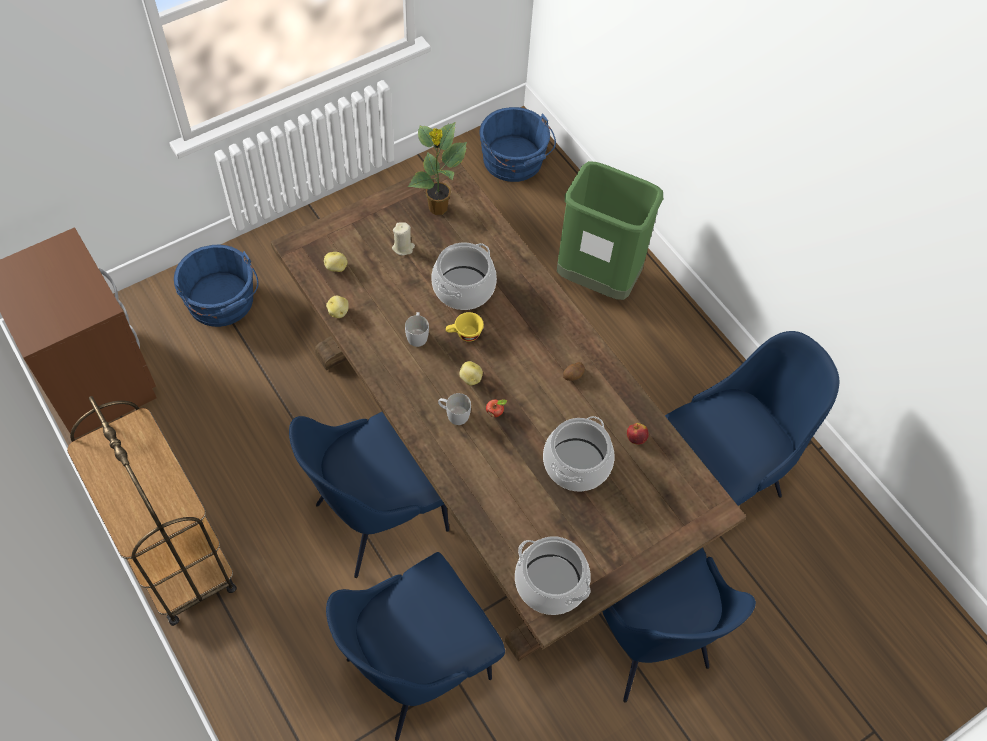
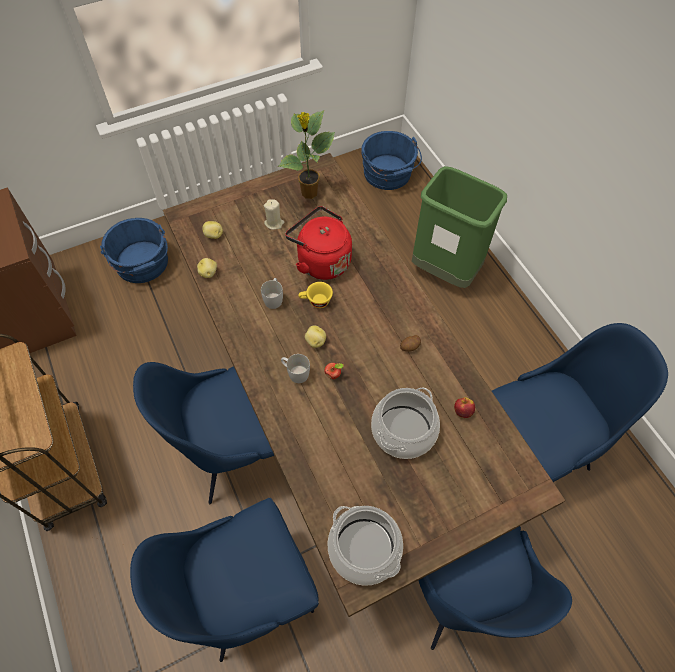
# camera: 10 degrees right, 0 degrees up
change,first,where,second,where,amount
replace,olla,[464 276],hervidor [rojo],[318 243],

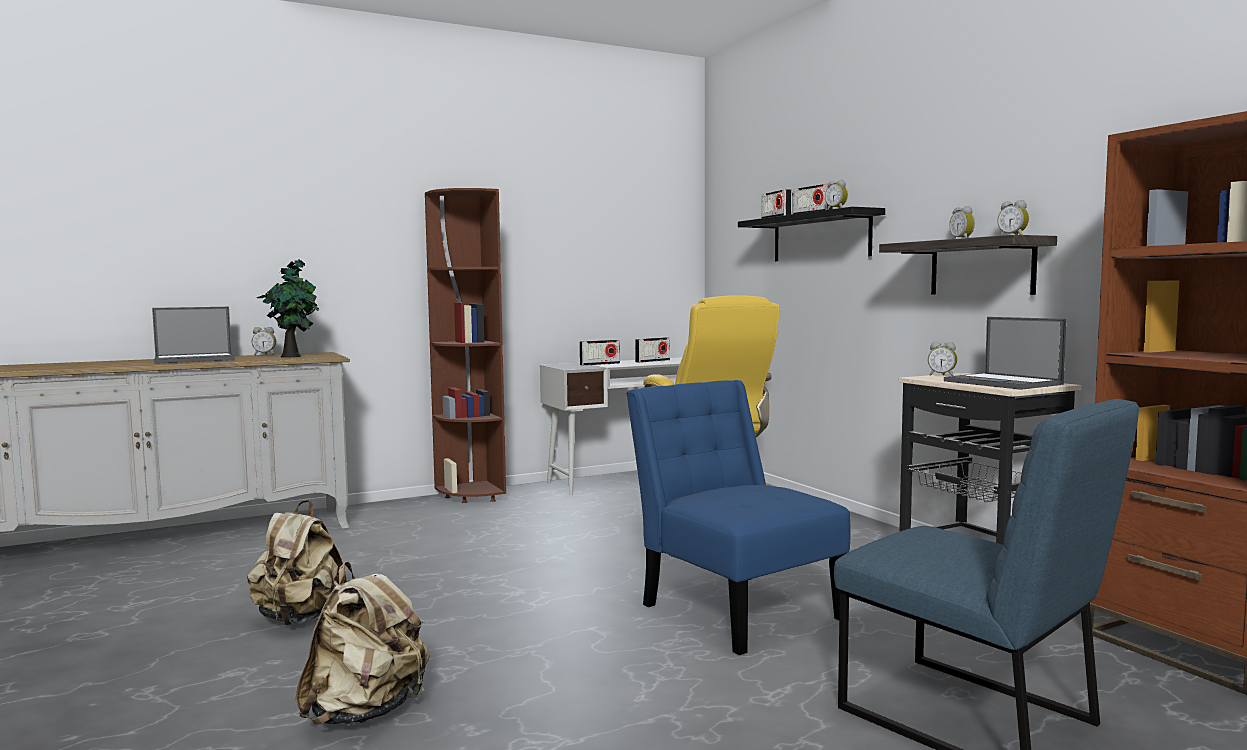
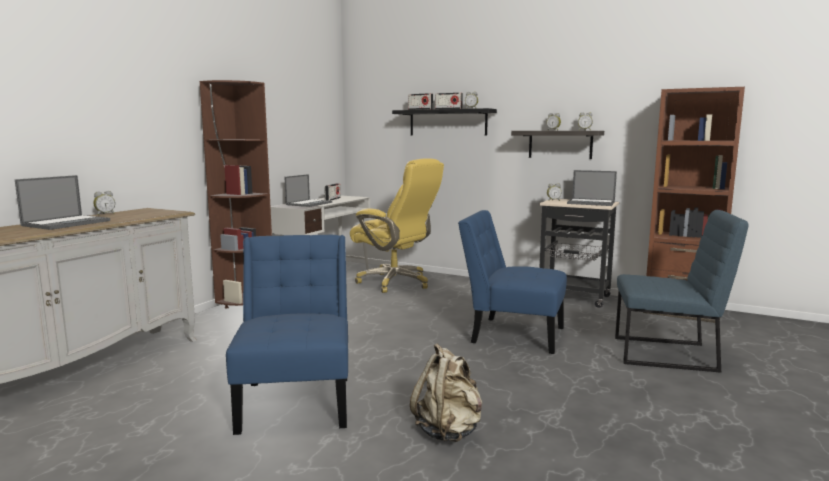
# camera: 35 degrees left, 5 degrees up
change,first,where,second,where,amount
replace,mochila [beis],[297 562],silla [azul],[287 335],
delete,planta en maceta,[288 308],,,
replace,radio,[599 353],portátil,[308 190],

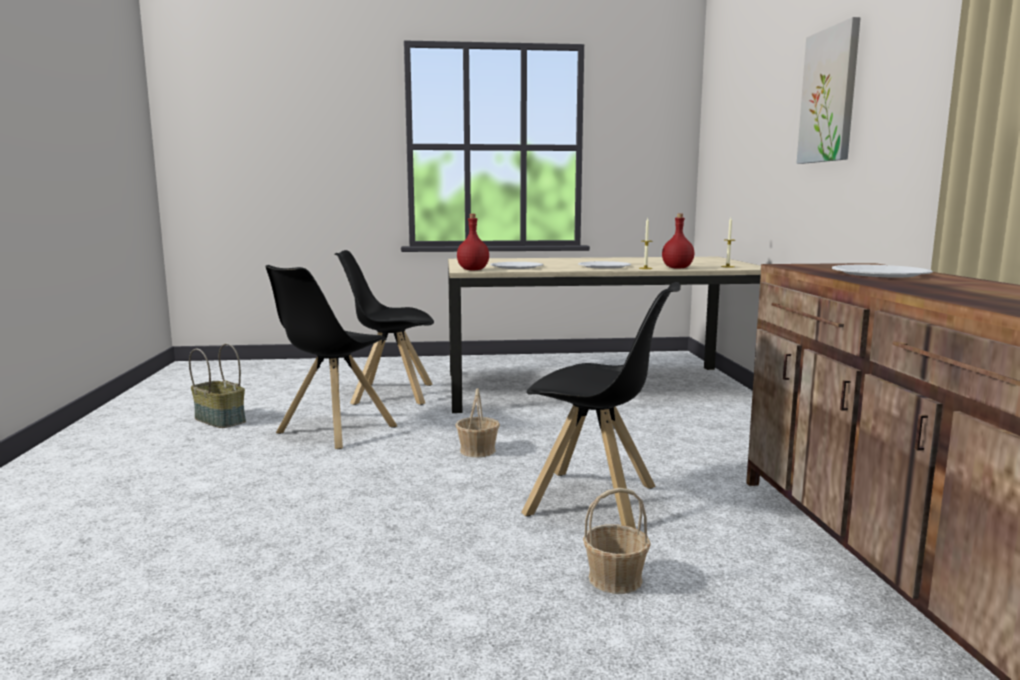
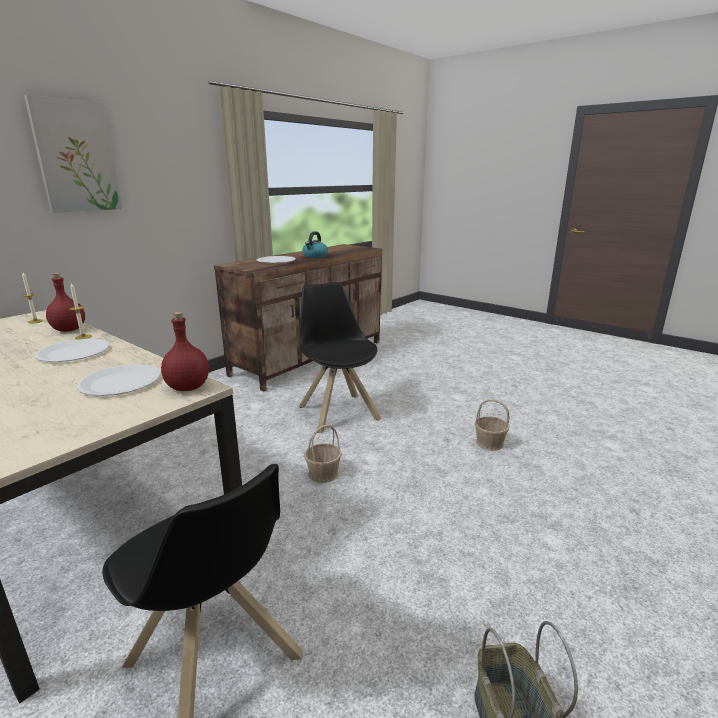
# camera: 135 degrees left, 10 degrees up
change,first,where,second,where,amount
delete,silla [negro],[331 357],,,
move,cesta,[617 541],,[492 425],
insert,,,hervidor,[315 244],

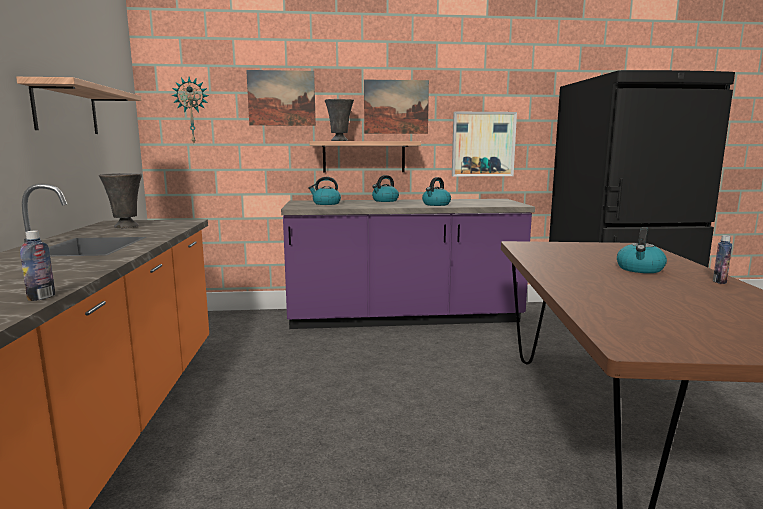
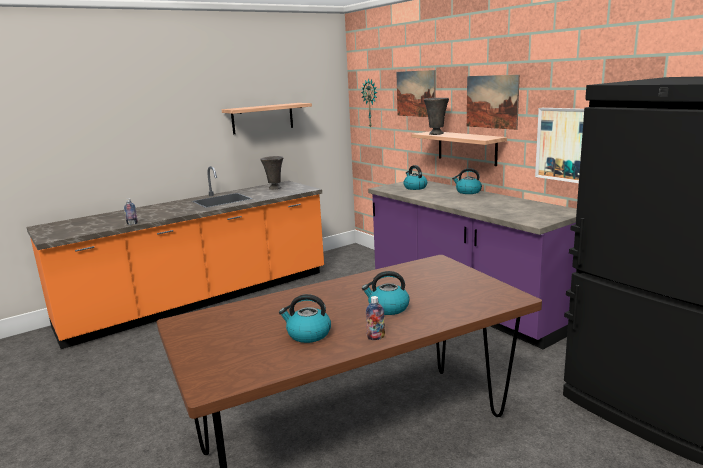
# camera: 60 degrees right, 5 degrees up
change,first,where,second,where,amount
move,hervidor,[436 191],,[305 318],

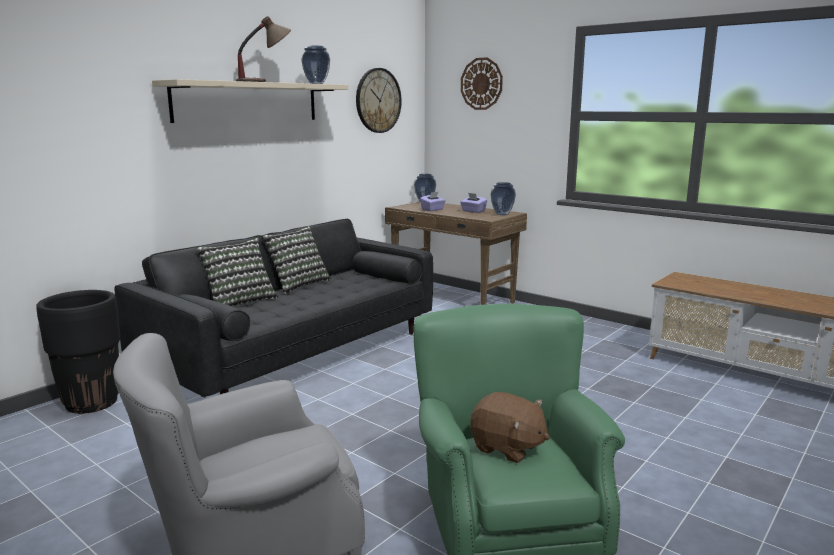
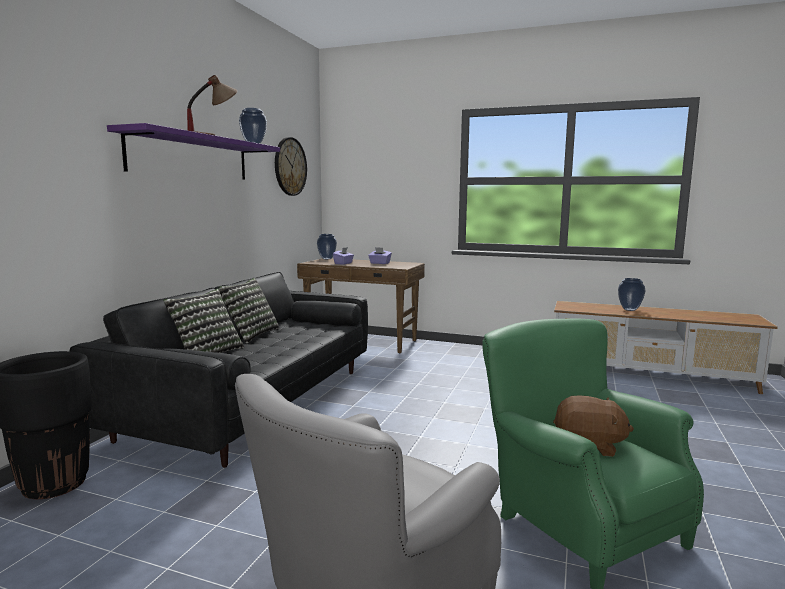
# camera: 20 degrees left, 5 degrees down
change,first,where,second,where,amount
recolor,estante [beis],[250 101],estante [morado],[193 151],
delete,reloj de pared,[482 83],,,
move,florero,[503 198],,[631 294],

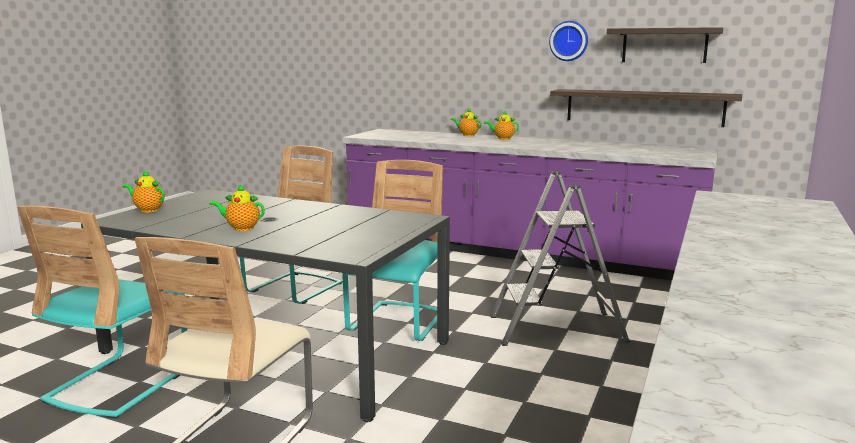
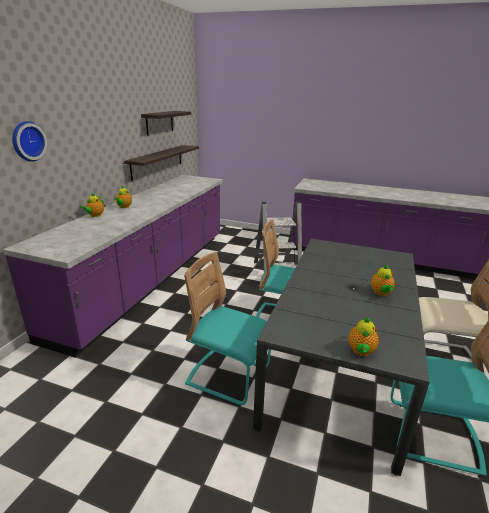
# camera: 95 degrees left, 10 degrees up
change,first,where,second,where,amount
move,reloj de pared,[568 41],,[29 141],

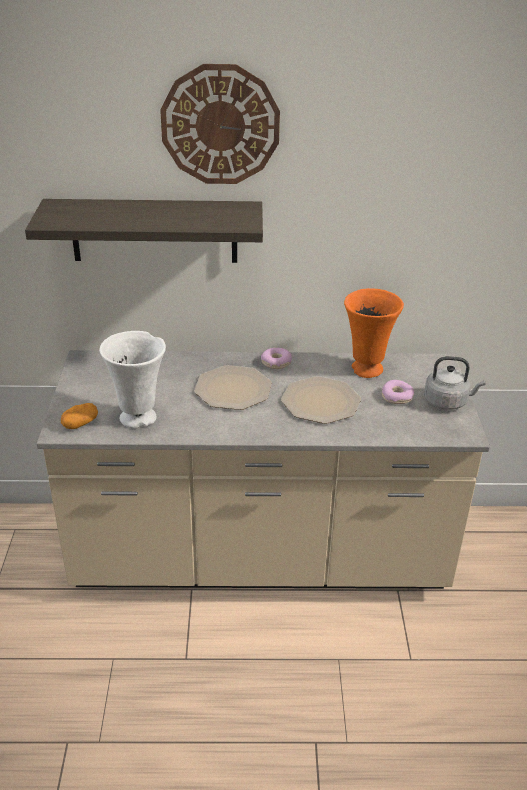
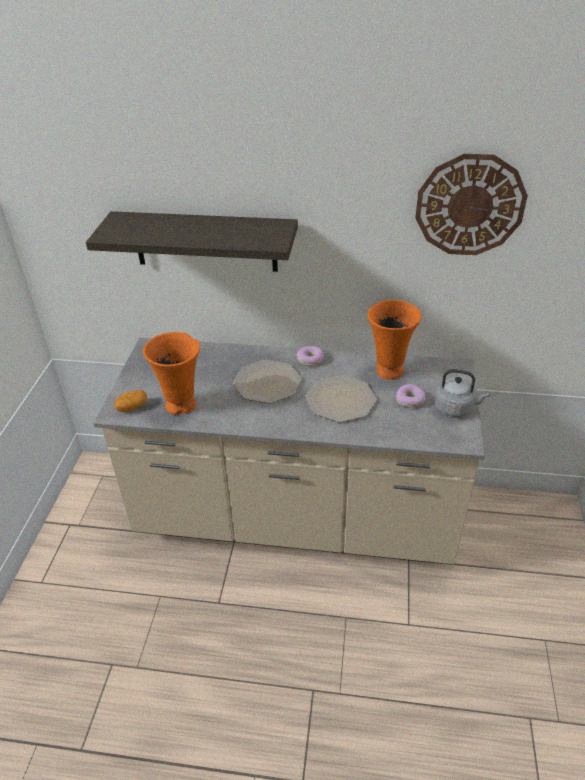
# camera: 10 degrees right, 5 degrees up
change,first,where,second,where,amount
recolor,florero [blanco],[132 379],florero [naranja],[171 373],
move,reloj de pared,[220 124],,[471 204],

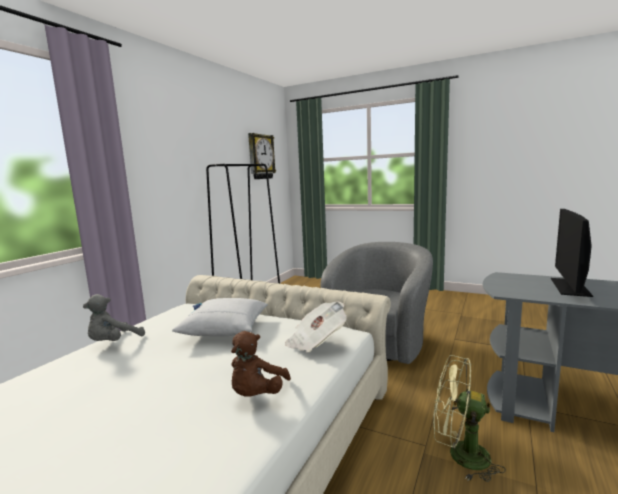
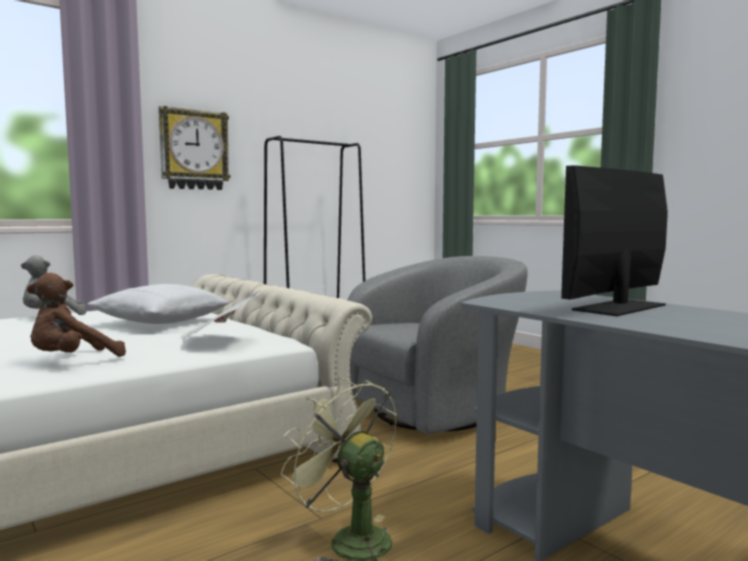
# camera: 25 degrees right, 5 degrees down
change,first,where,second,where,amount
move,reloj de pared,[262 156],,[195 148],

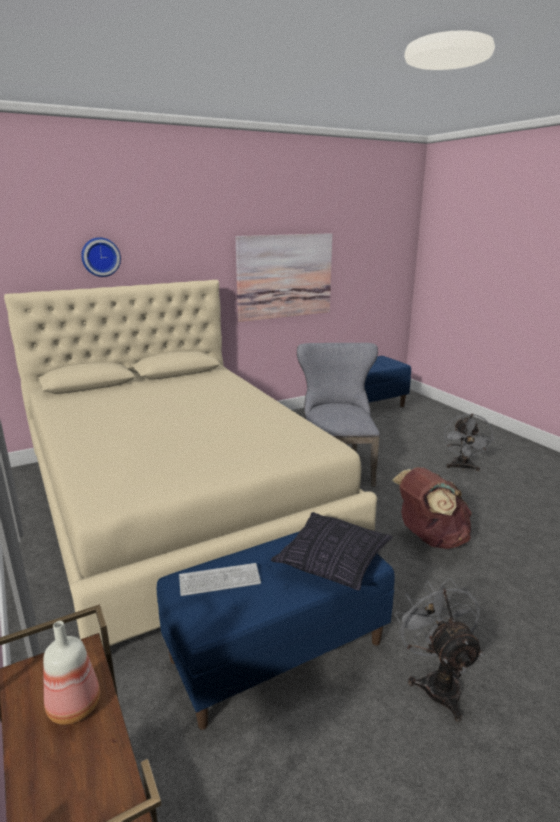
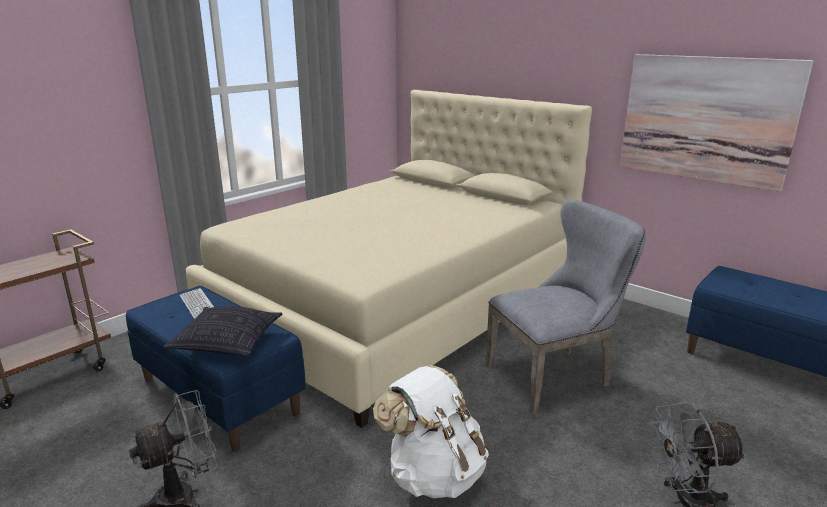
# camera: 70 degrees right, 0 degrees up
change,first,where,second,where,amount
delete,botella,[71 673],,,
delete,reloj de pared,[101 257],,,
recolor,mochila [marrón],[432 508],mochila [blanco],[431 431],

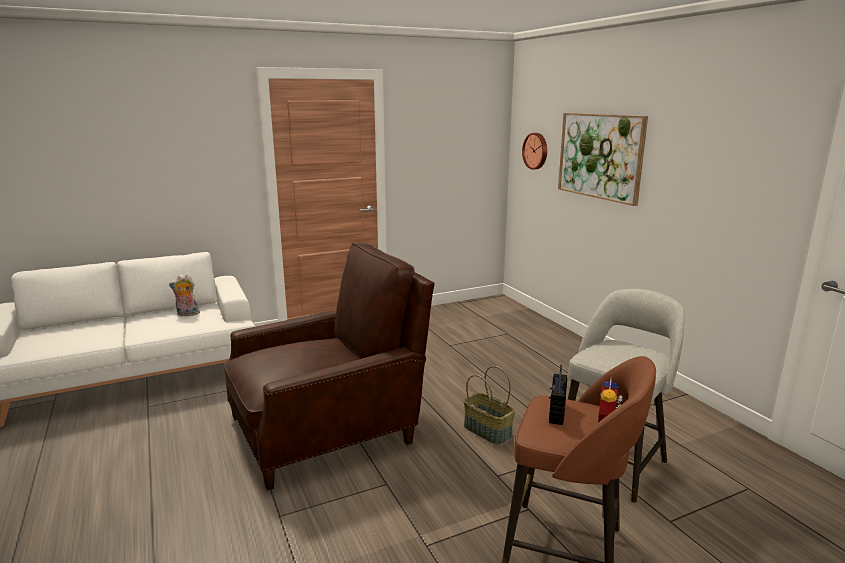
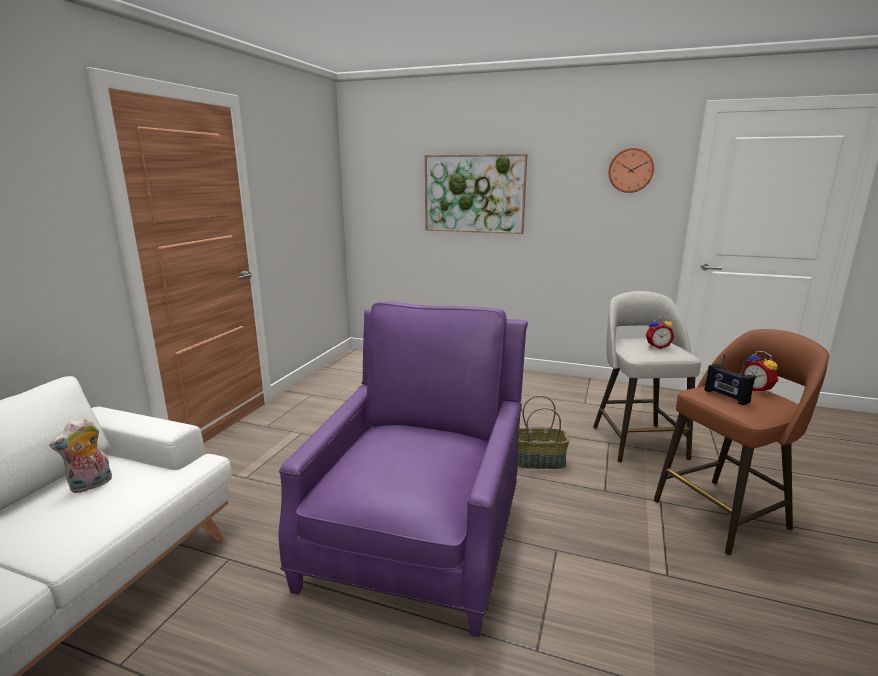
# camera: 45 degrees left, 0 degrees up
change,first,where,second,where,amount
recolor,sillón [marrón],[329 367],sillón [morado],[403 469],
move,reloj de pared,[534 151],,[631 170],
insert,,,despertador,[660 332],

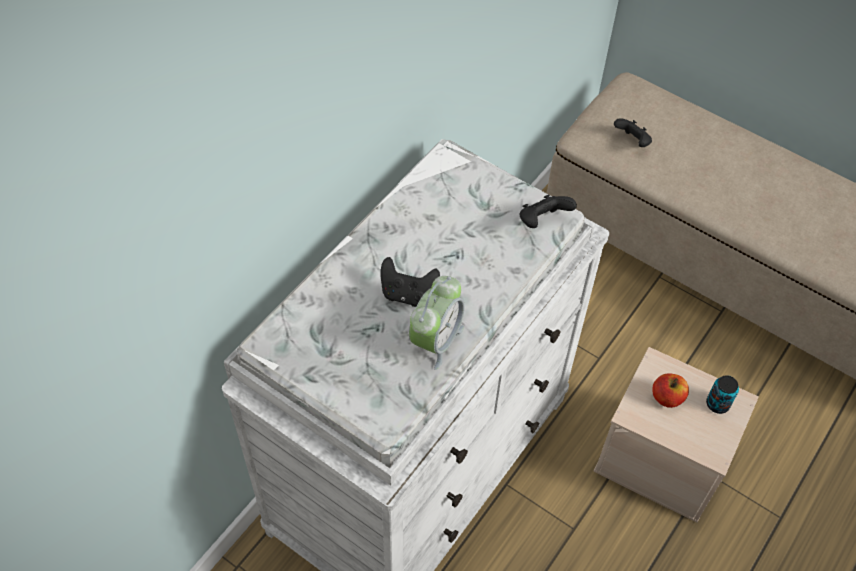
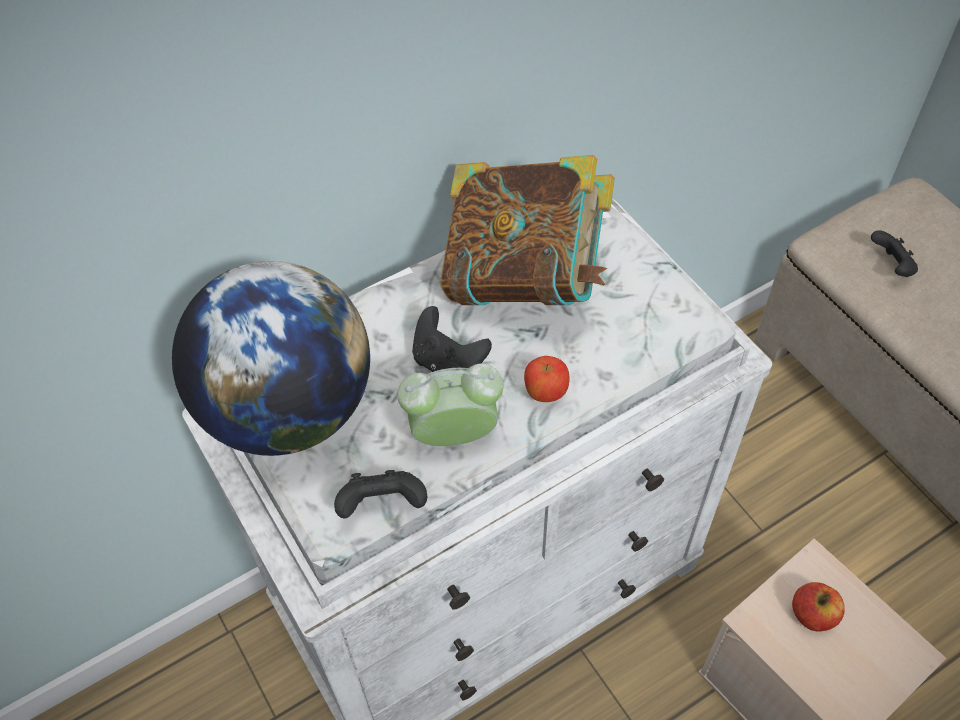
# camera: 25 degrees right, 0 degrees up
change,first,where,second,where,amount
rotate,despertador,[437 323],,[450 405],150 degrees counterclockwise
move,mando de consola [negro],[548 211],,[380 494],
delete,lata,[722 394],,,
insert,,,globo terráqueo,[271 358],
insert,,,libro,[527 230],
insert,,,manzana,[547 379],

